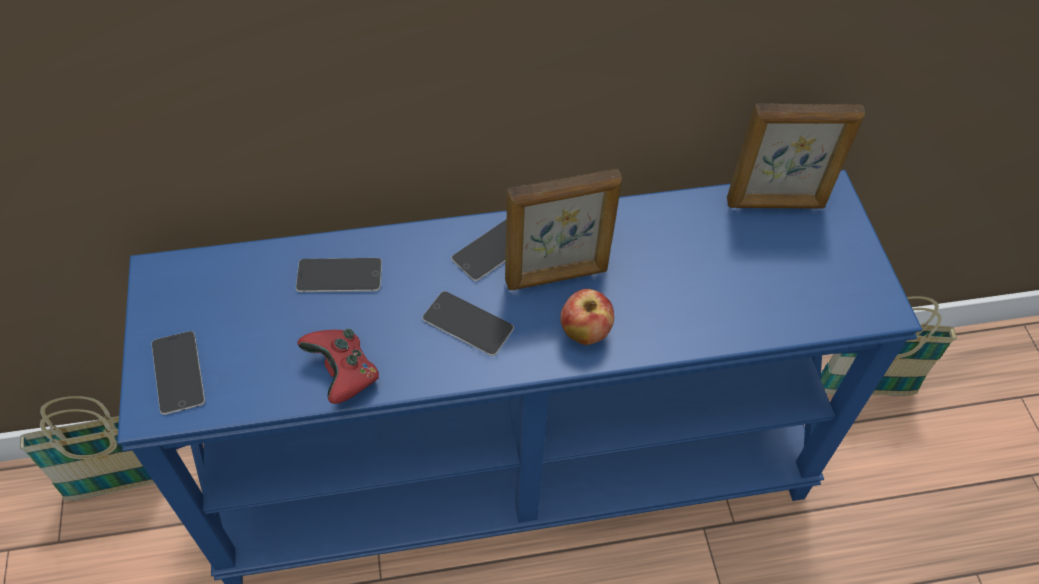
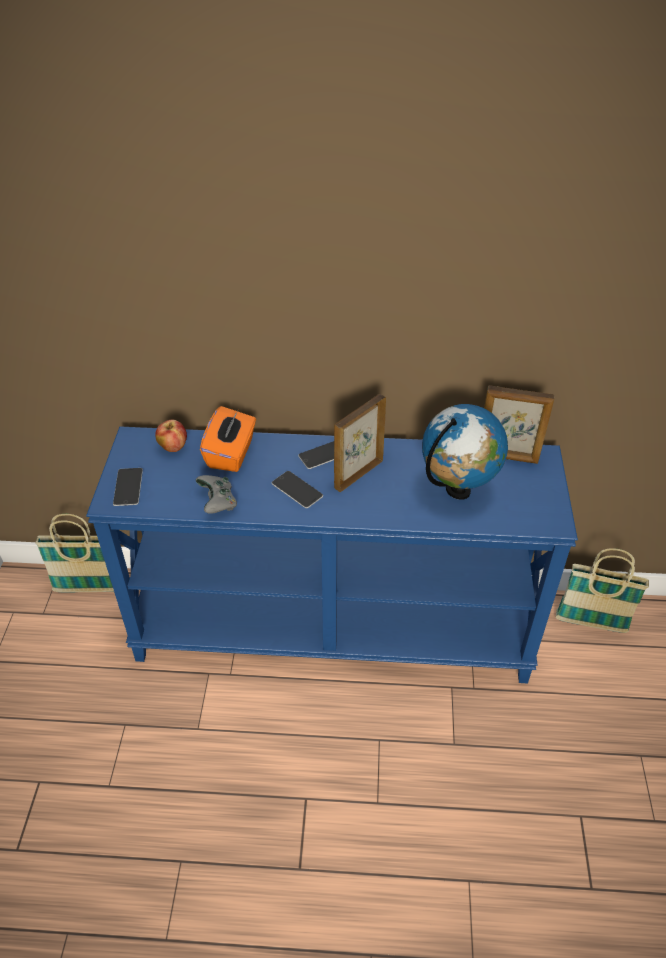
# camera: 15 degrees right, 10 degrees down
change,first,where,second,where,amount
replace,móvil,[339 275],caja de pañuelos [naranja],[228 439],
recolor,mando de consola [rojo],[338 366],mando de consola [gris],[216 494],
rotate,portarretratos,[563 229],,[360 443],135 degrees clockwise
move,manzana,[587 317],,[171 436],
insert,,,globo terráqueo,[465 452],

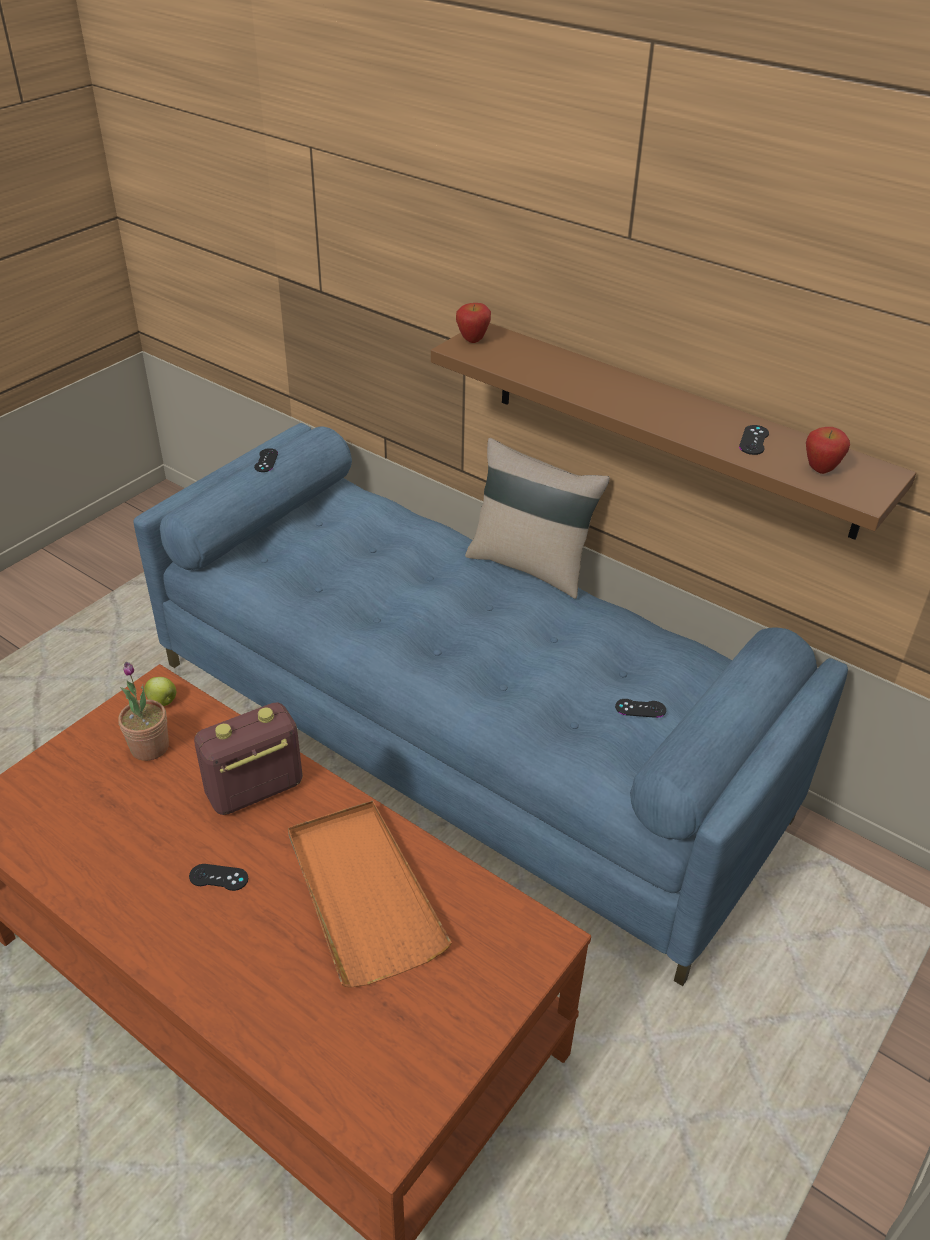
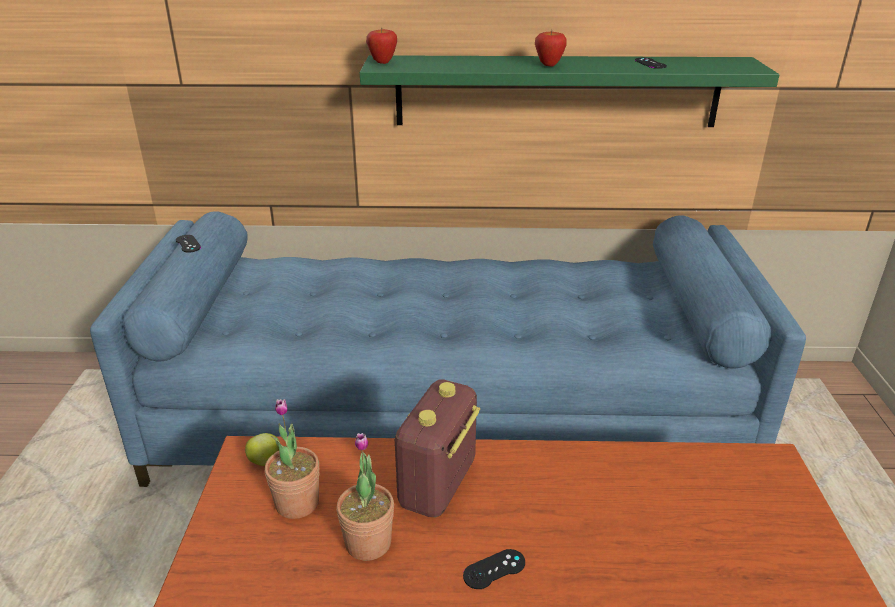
# camera: 35 degrees left, 10 degrees down
change,first,where,second,where,amount
delete,bandeja [naranja],[370 894],,,
recolor,estante [marrón],[673 431],estante [verde],[569 91],
delete,cojín [beis],[537 518],,,
delete,mando de consola [negro],[640 708],,,
move,manzana,[828 450],,[551 48],
insert,,,planta en maceta,[365 497],

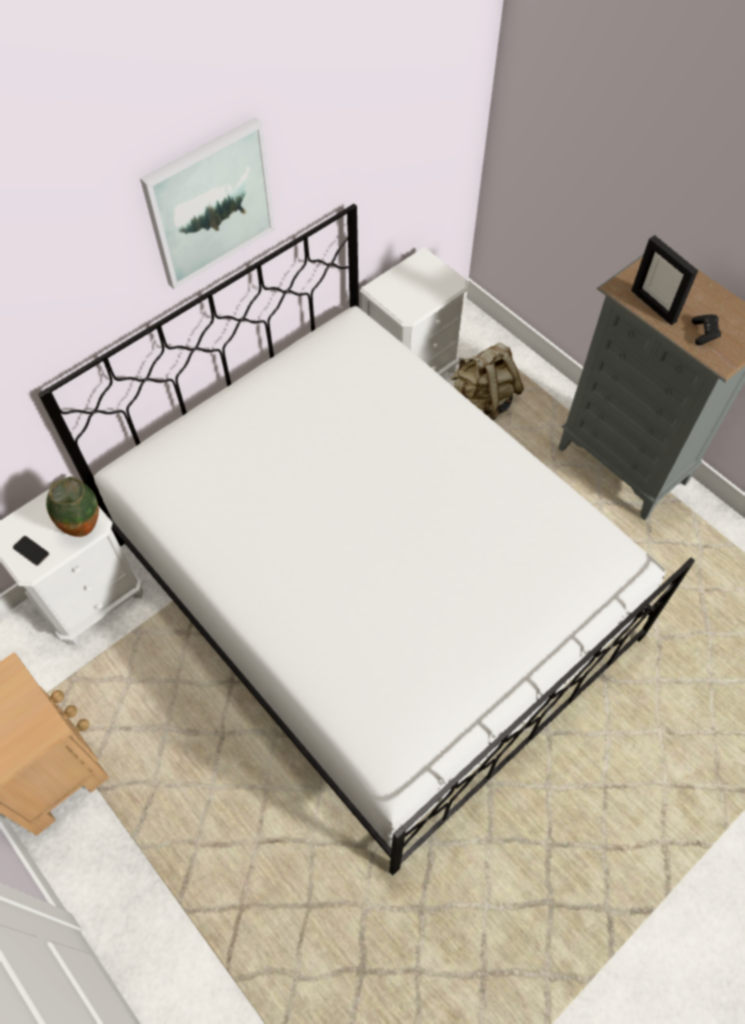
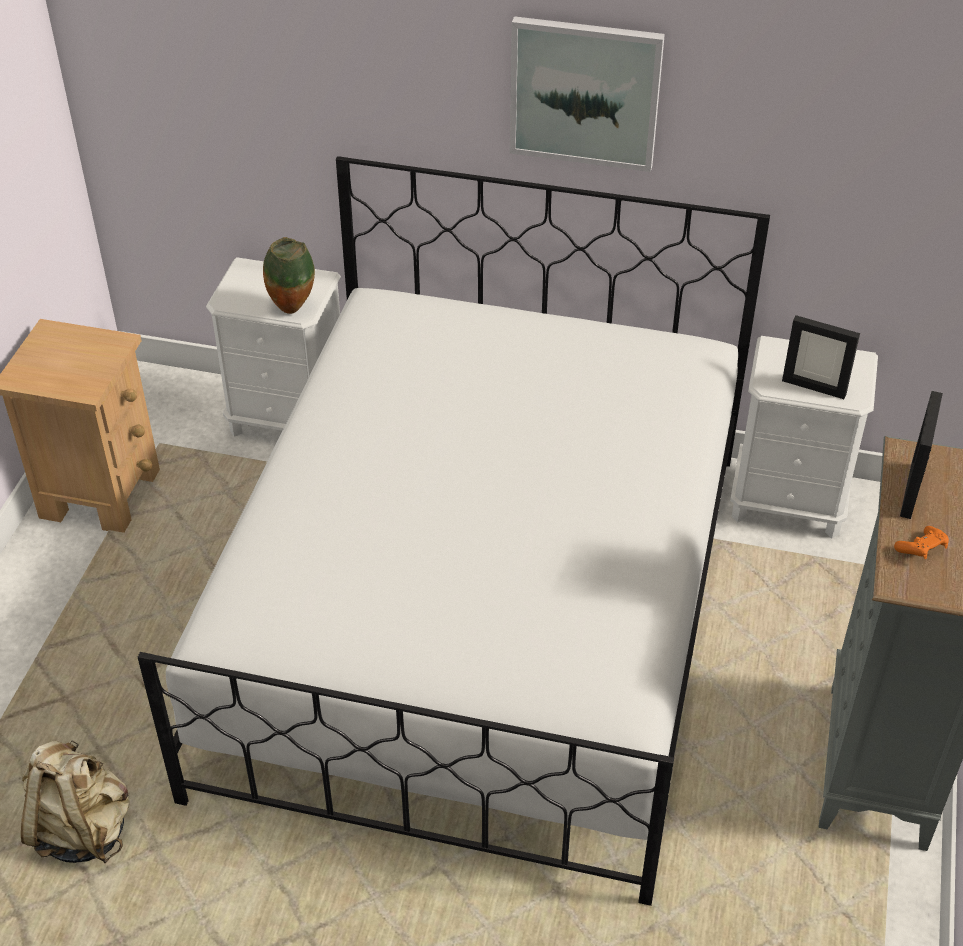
# camera: 55 degrees right, 15 degrees down
change,first,where,second,where,amount
delete,móvil,[31 551],,,
move,mochila [beis],[487 381],,[75 801],
recolor,mando de consola [negro],[706 330],mando de consola [naranja],[921 542],
insert,,,portarretratos,[821 357],

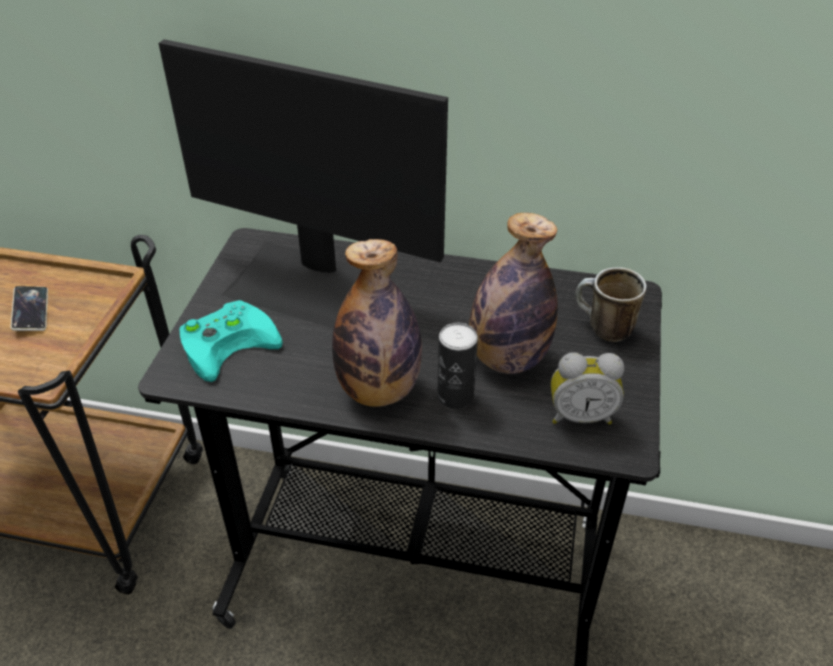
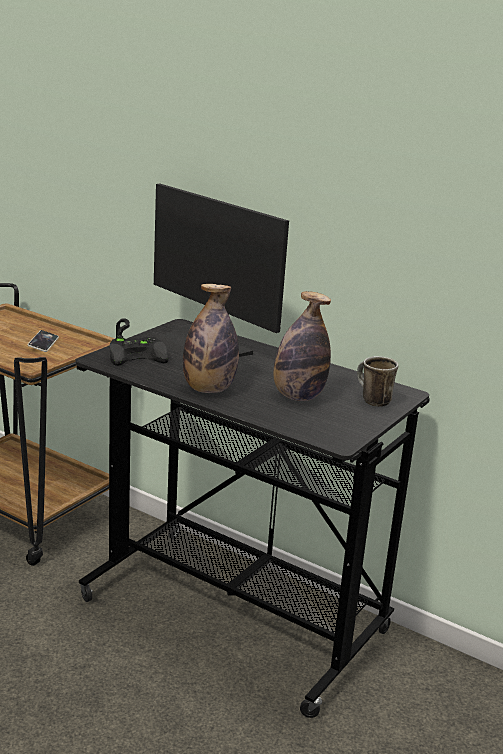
# camera: 20 degrees right, 20 degrees down
change,first,where,second,where,amount
recolor,mando de consola [turquesa],[231 341],mando de consola [negro],[138 350],
delete,lata,[457 366],,,
delete,despertador,[587 388],,,

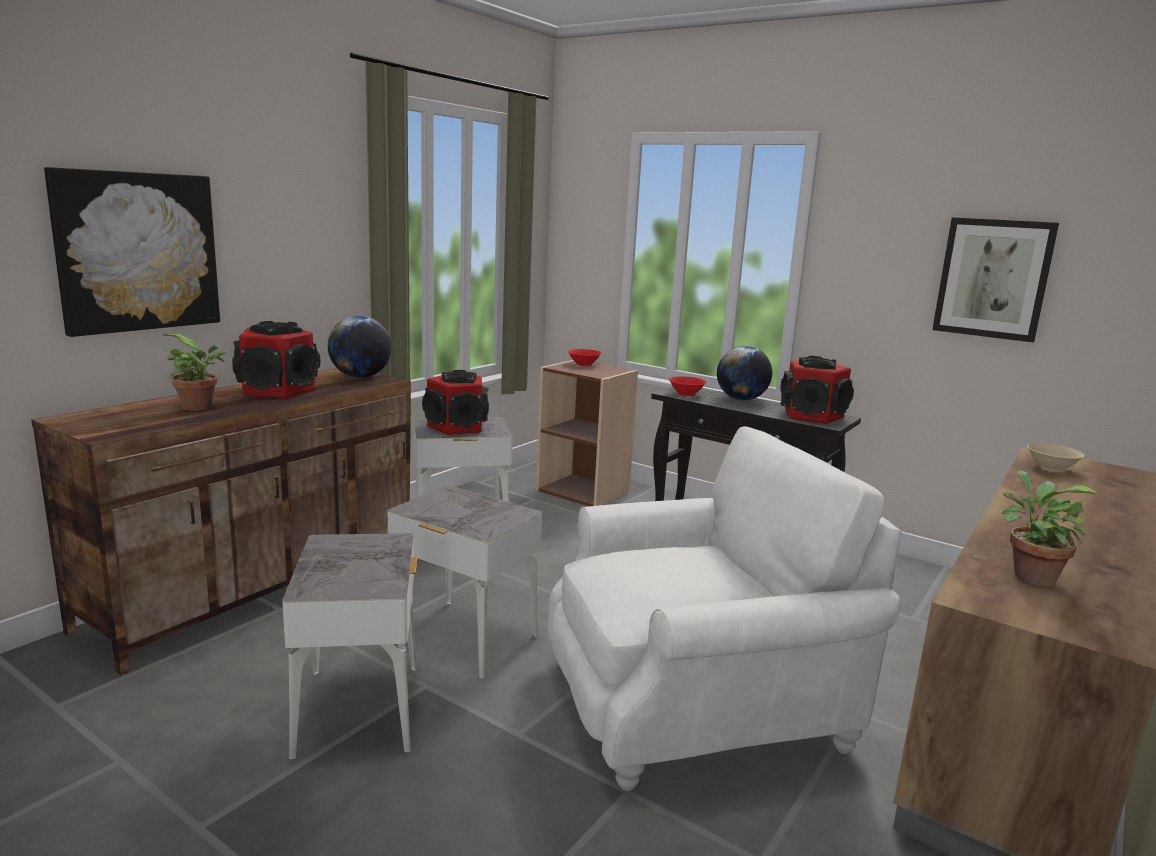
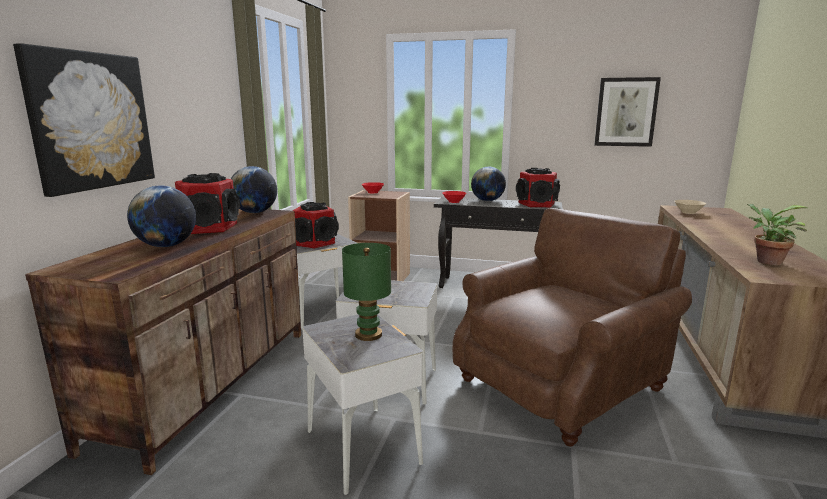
# camera: 20 degrees left, 0 degrees up
change,first,where,second,where,amount
replace,planta en maceta,[195 372],globo terráqueo,[161 216],
recolor,sillón [blanco],[724 608],sillón [marrón],[572 327],
insert,,,lámpara de mesa [verde],[366 292],

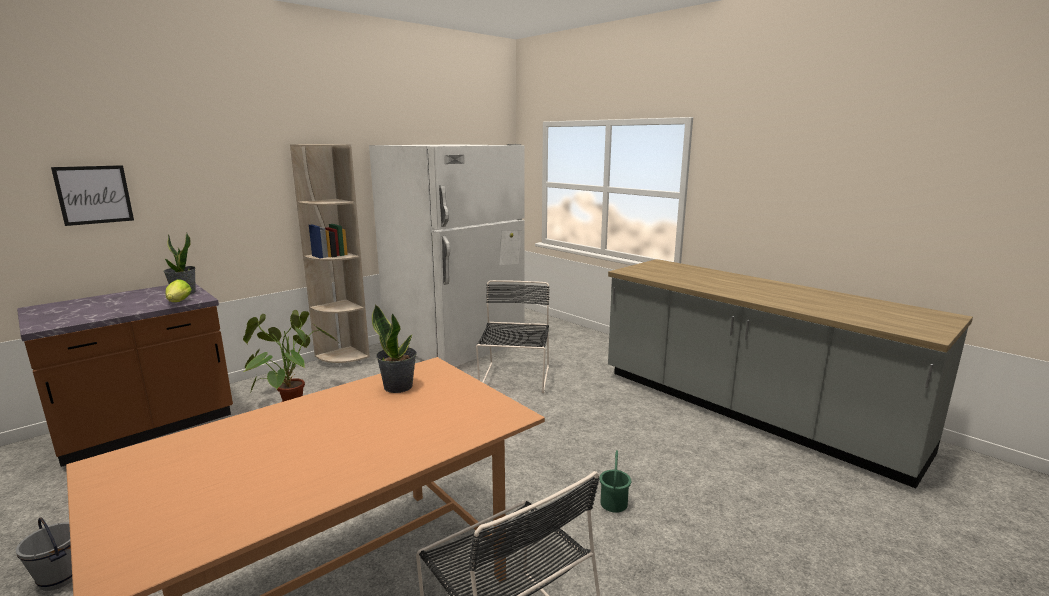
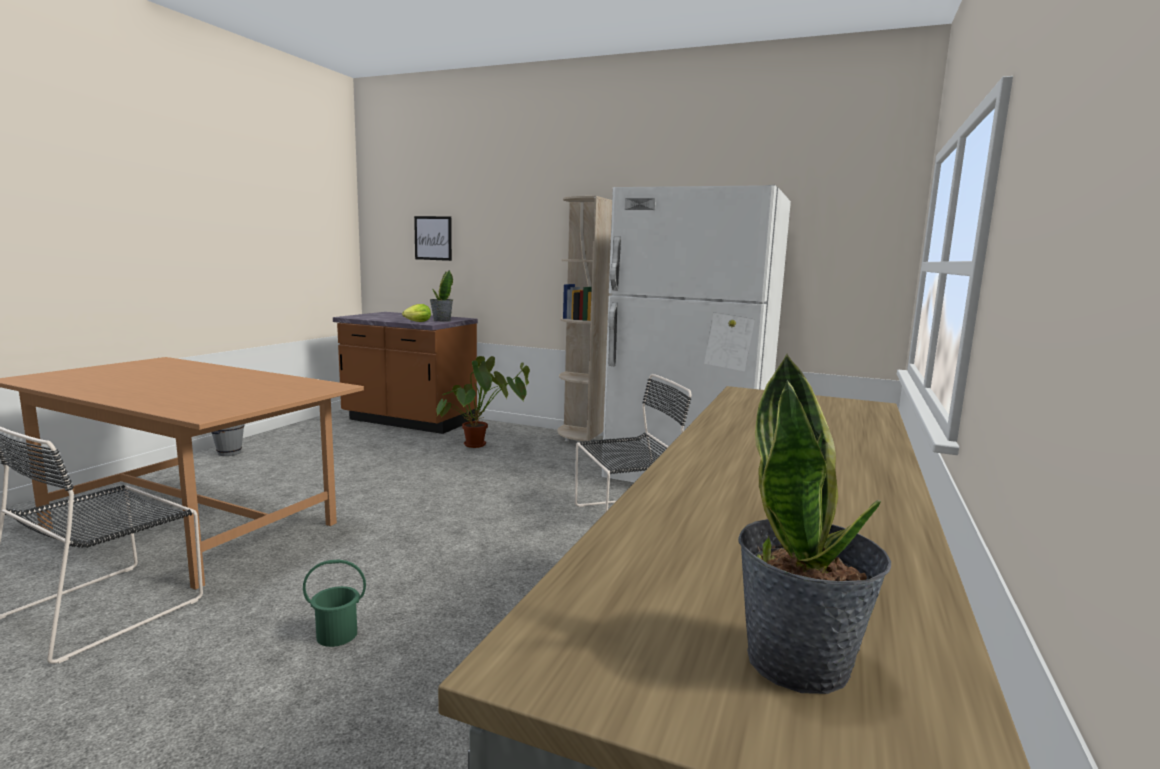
# camera: 65 degrees right, 5 degrees down
change,first,where,second,where,amount
move,planta en maceta,[394 348],,[814 523],

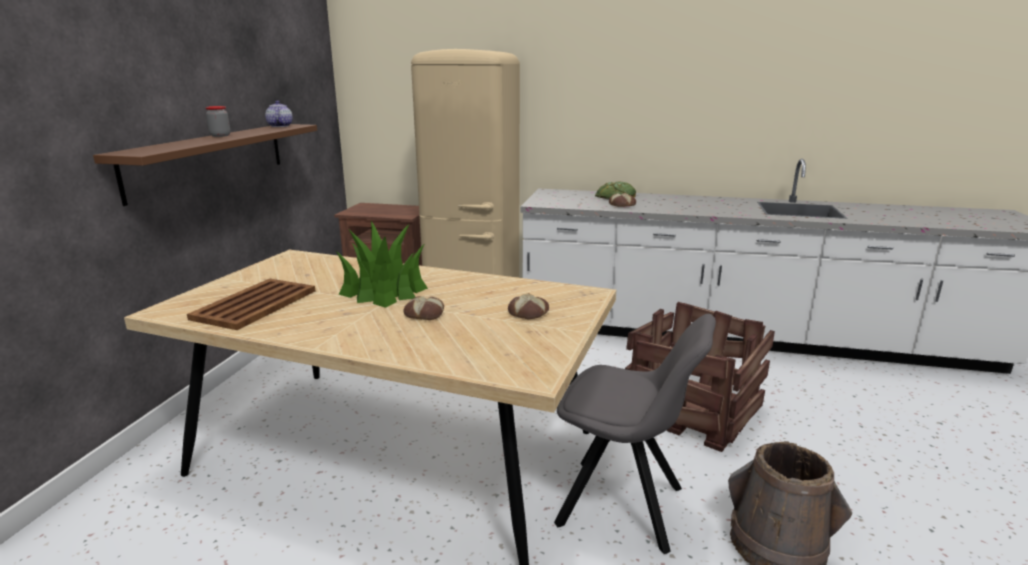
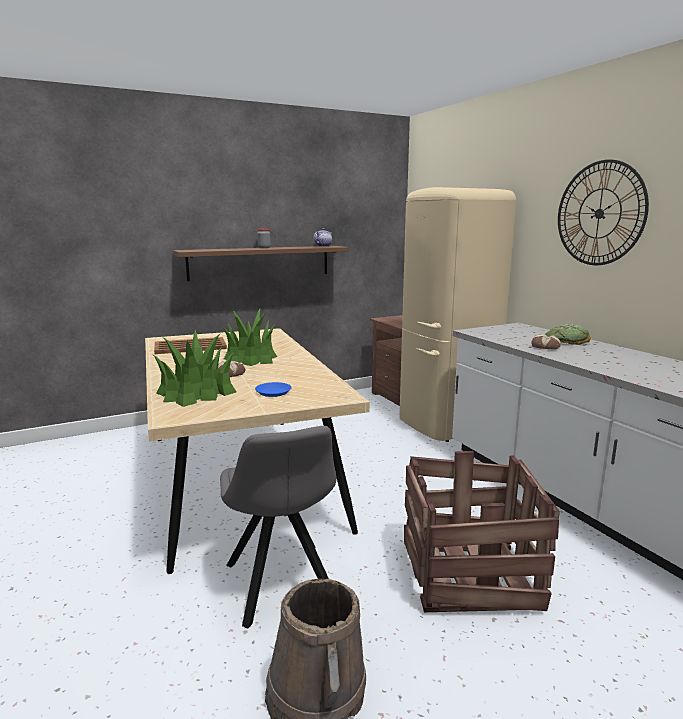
# camera: 50 degrees right, 5 degrees down
change,first,where,second,where,amount
replace,pan,[528 306],plato [azul],[273 389],
insert,,,planta en maceta,[194 368],
insert,,,reloj de pared,[603 212],

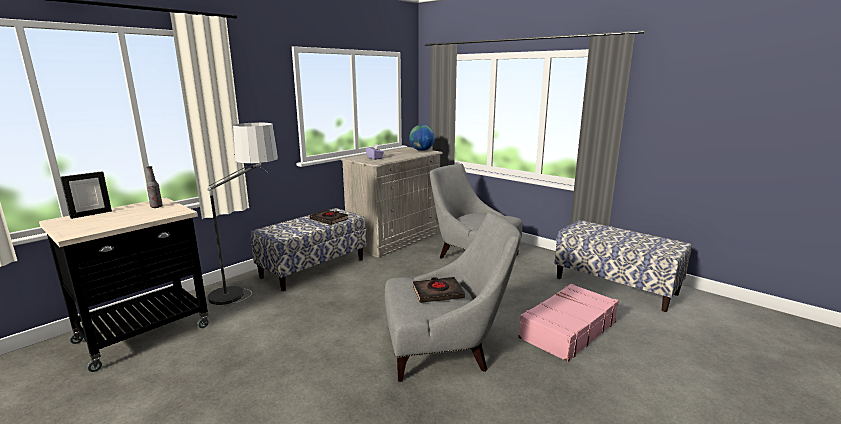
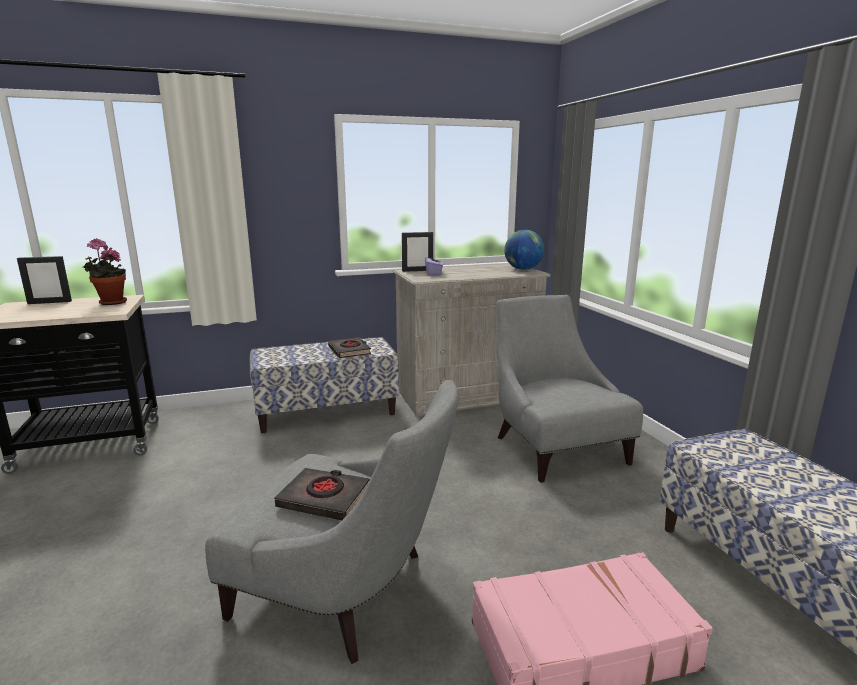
# camera: 30 degrees right, 0 degrees up
change,first,where,second,where,amount
replace,botella,[154 187],planta en maceta,[105 271],
delete,lámpara de pie,[242 214],,,
insert,,,portarretratos,[417 252],

